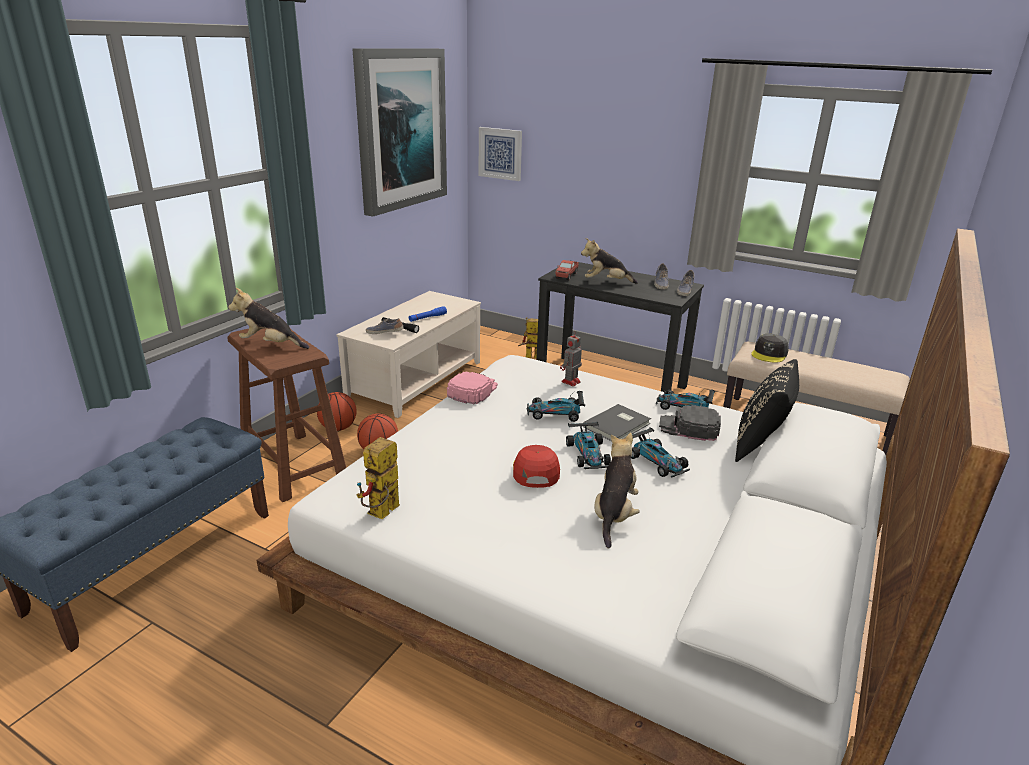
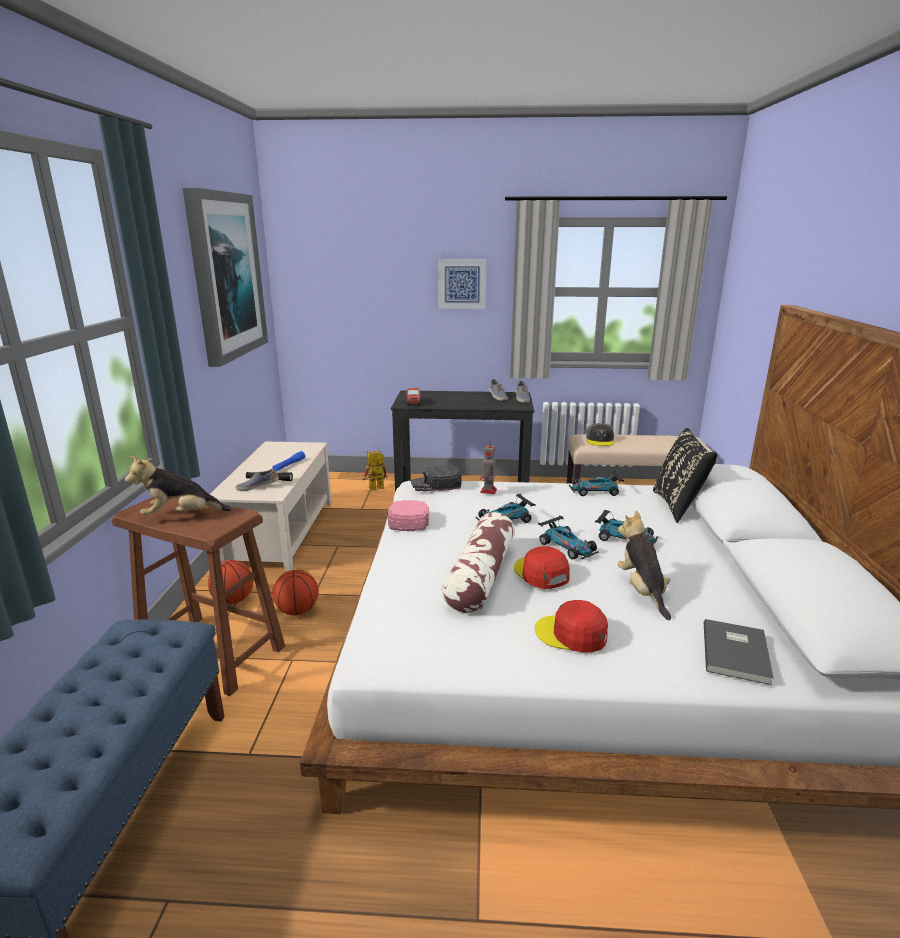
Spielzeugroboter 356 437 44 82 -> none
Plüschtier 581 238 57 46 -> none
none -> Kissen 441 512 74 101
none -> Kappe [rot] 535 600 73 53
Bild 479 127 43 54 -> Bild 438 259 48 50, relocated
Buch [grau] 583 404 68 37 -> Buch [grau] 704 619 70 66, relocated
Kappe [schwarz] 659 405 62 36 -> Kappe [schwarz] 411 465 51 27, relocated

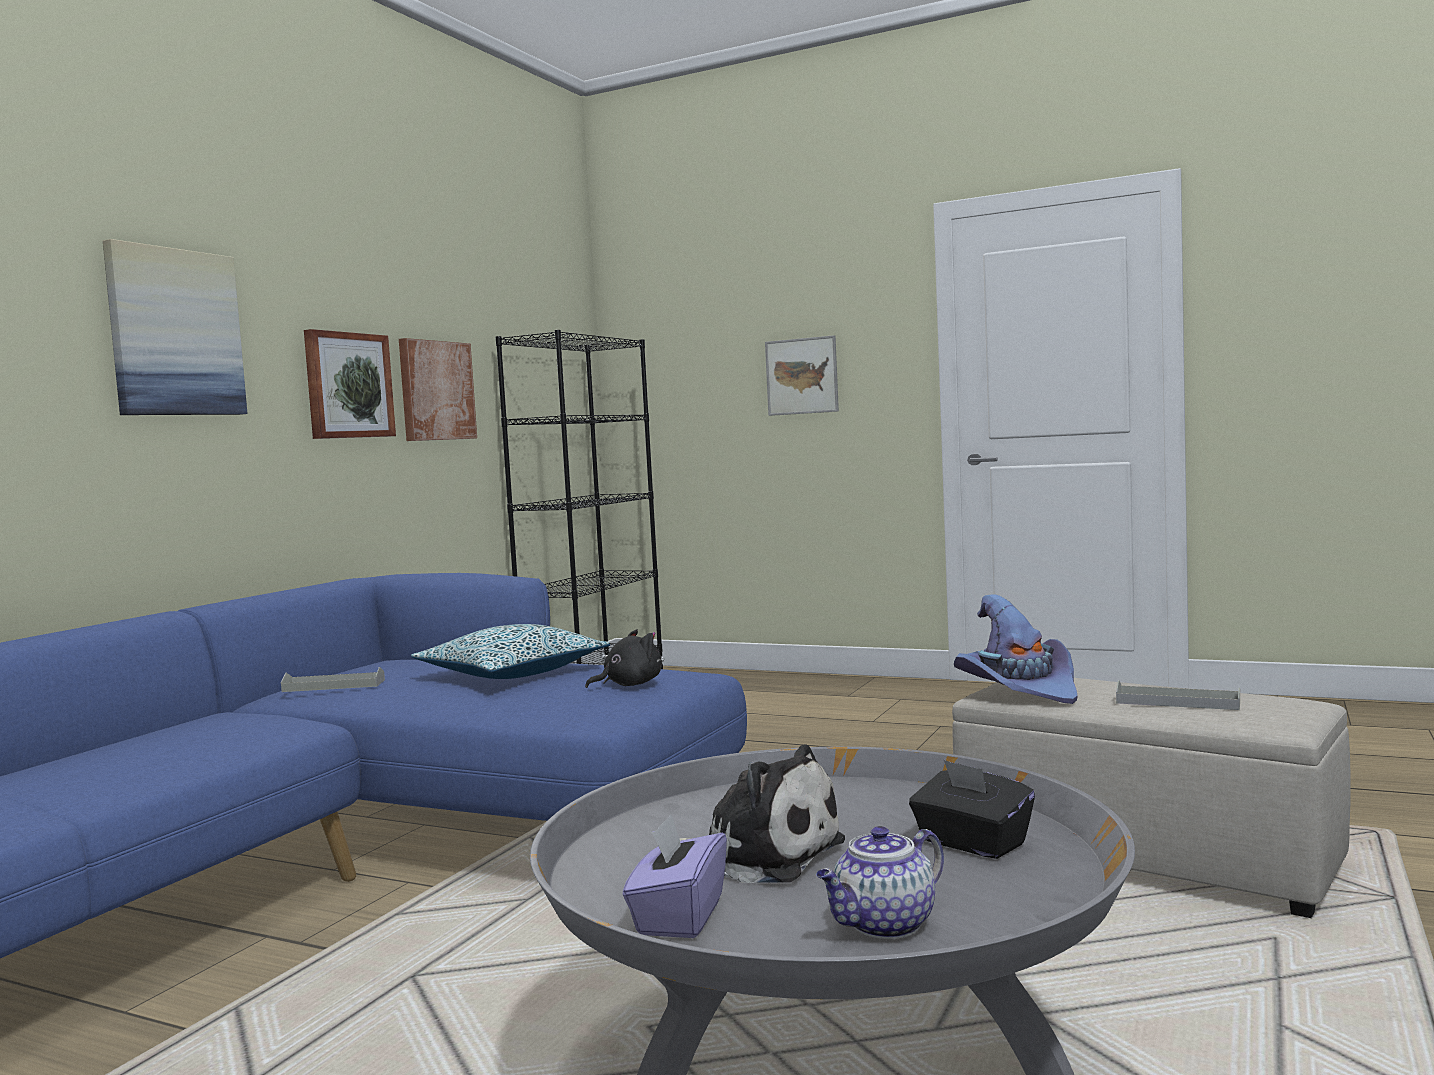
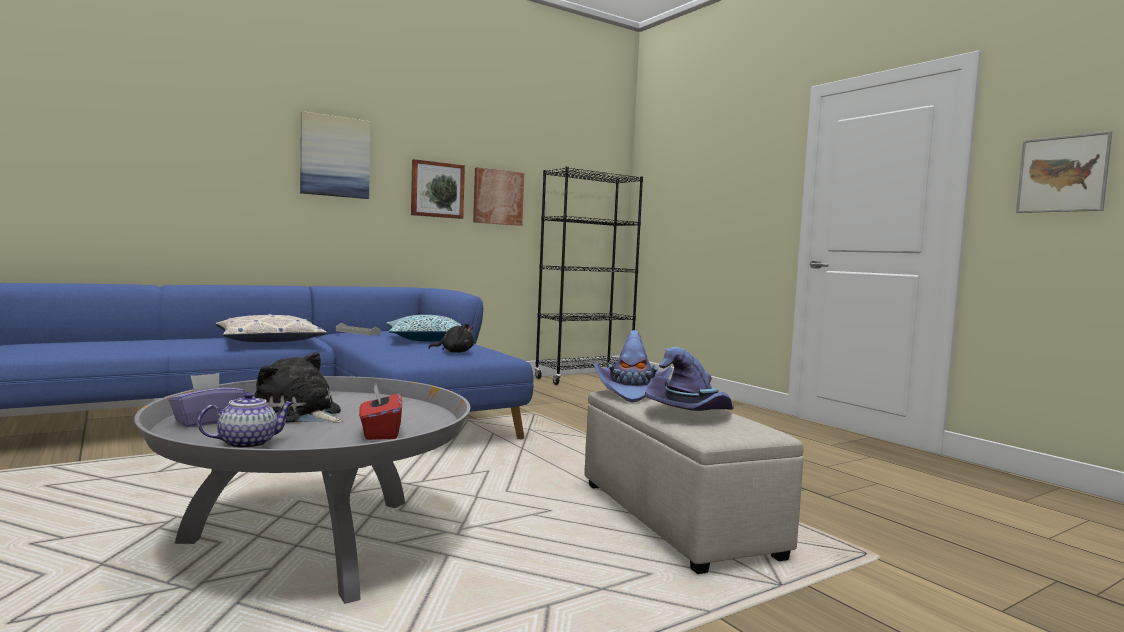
none -> Kissen 216 314 110 28
Bild 765 335 74 81 -> Bild 1016 131 96 82, relocated
Tablett [grau] 1116 680 124 30 -> Hut [lila] 645 347 89 64
Taschentuchbox [schwarz] 909 760 126 99 -> Taschentuchbox [rot] 359 384 43 56
Plüschtier 679 744 166 139 -> Plüschtier 254 352 90 71, 150 degrees clockwise
Teekanne 816 826 128 113 -> Teekanne 198 392 96 56, 150 degrees clockwise

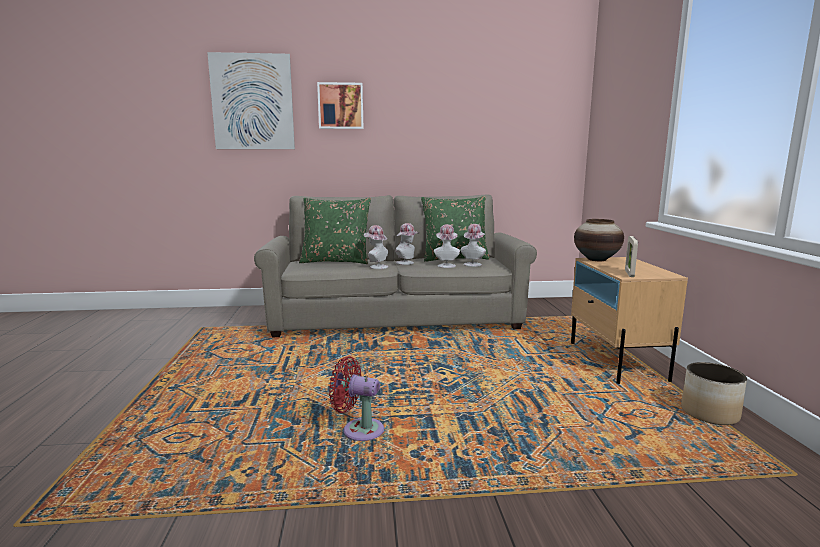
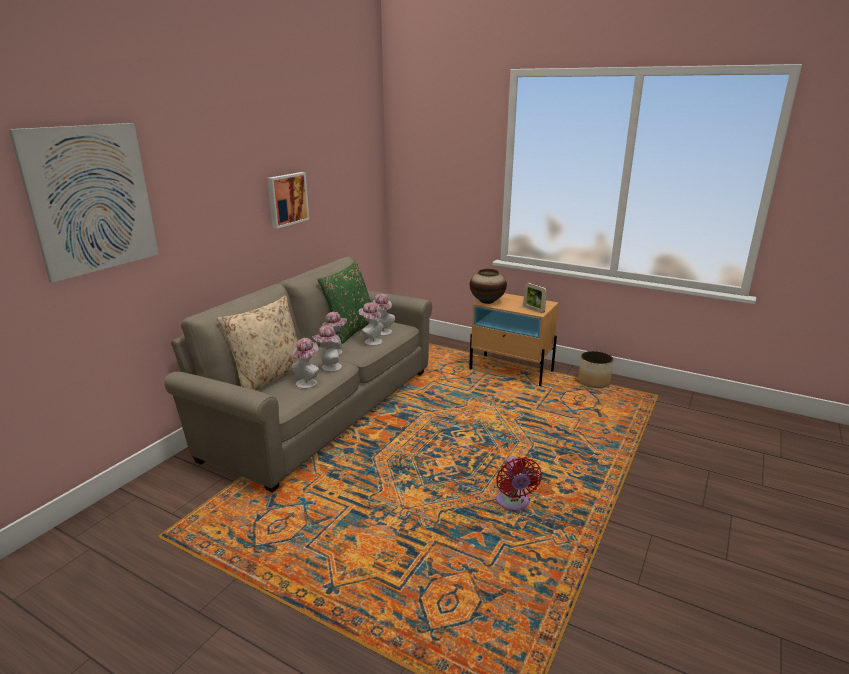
none -> Hut 291 338 28 51
Bild 317 82 46 47 -> Bild 267 172 42 57, relocated
Kissen [grün] 299 198 72 66 -> Kissen [beige] 217 295 82 96
Ventilator [rot] 329 356 55 85 -> Ventilator [rot] 496 456 46 55, 60 degrees counterclockwise

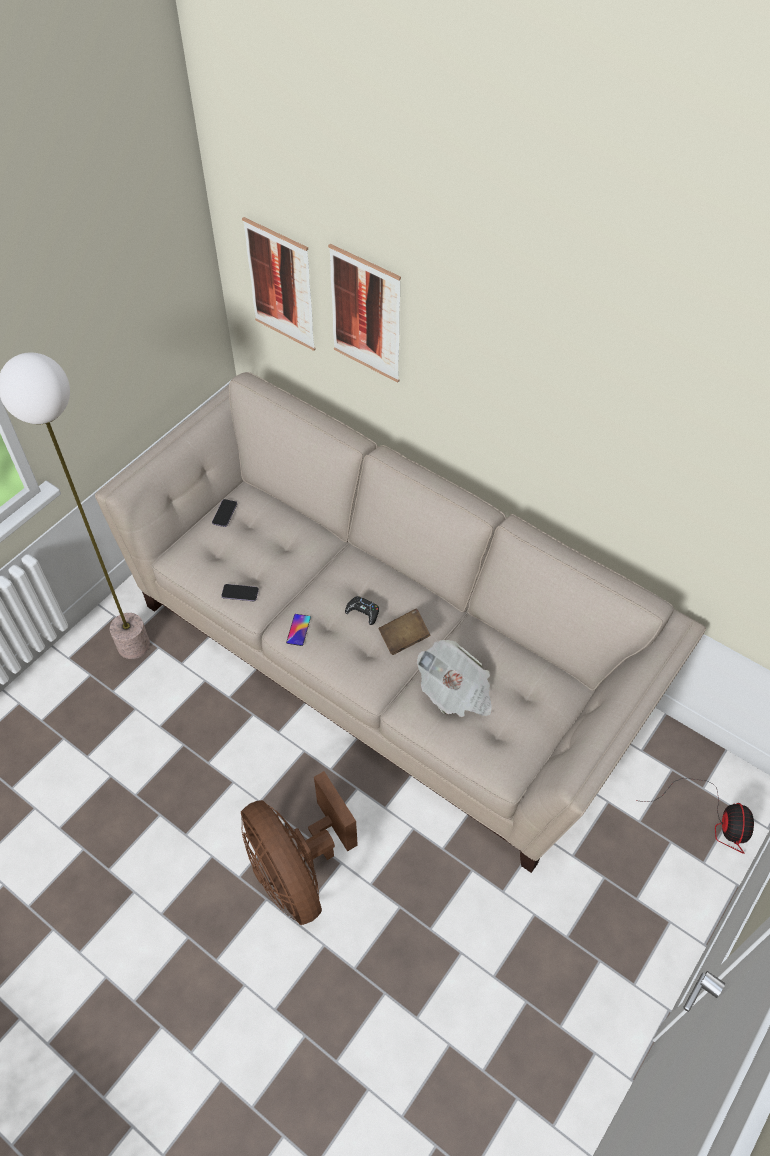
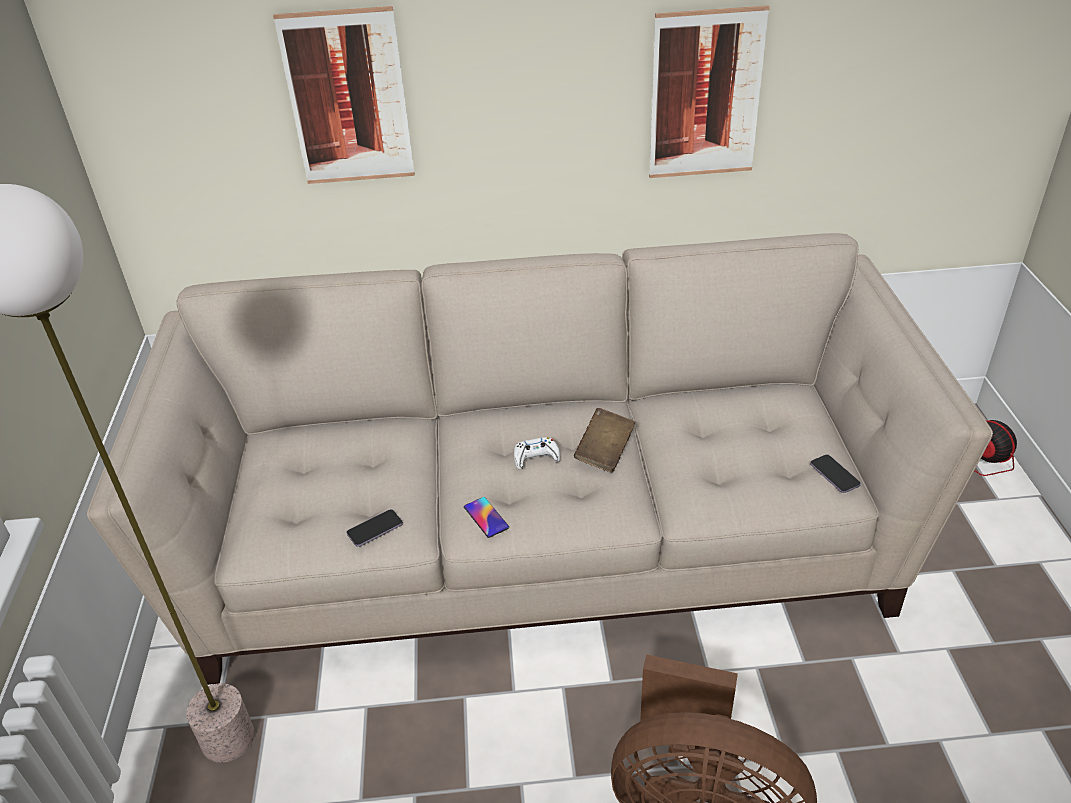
Zeitung 417 640 75 77 -> none
Handy 212 499 25 28 -> Handy 810 455 51 38, relocated
Bild 242 217 74 134 -> Bild 649 5 121 173, relocated
Gamepad [schwarz] 345 596 34 29 -> Gamepad [weiß] 514 437 46 32

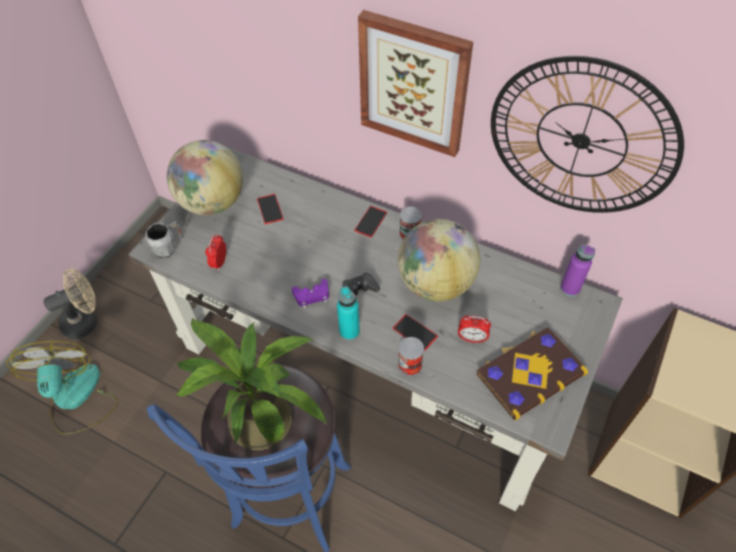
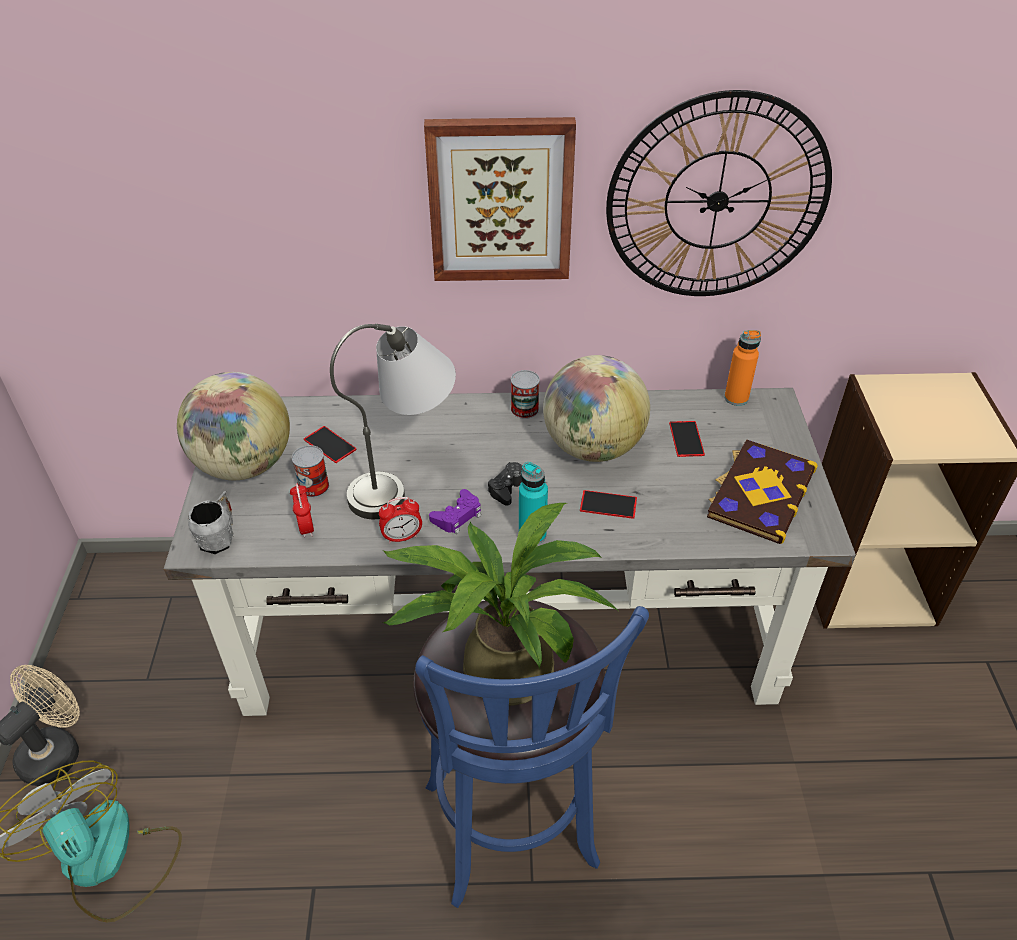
none -> Tischlampe [grau] 330 324 126 195
Handy 354 206 33 31 -> Handy 669 421 36 36, relocated
Dose 398 337 26 39 -> Dose 292 445 37 53, relocated
Wecker 458 316 33 27 -> Wecker 379 497 43 47, relocated
Flasche [lila] 560 245 35 51 -> Flasche [orange] 724 330 37 76

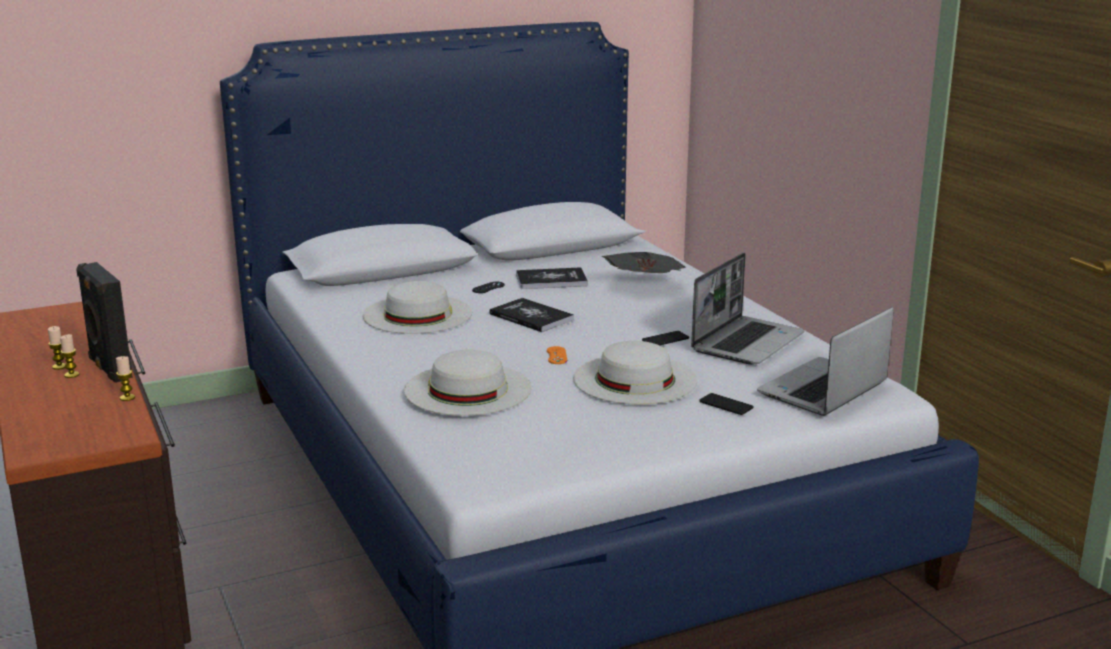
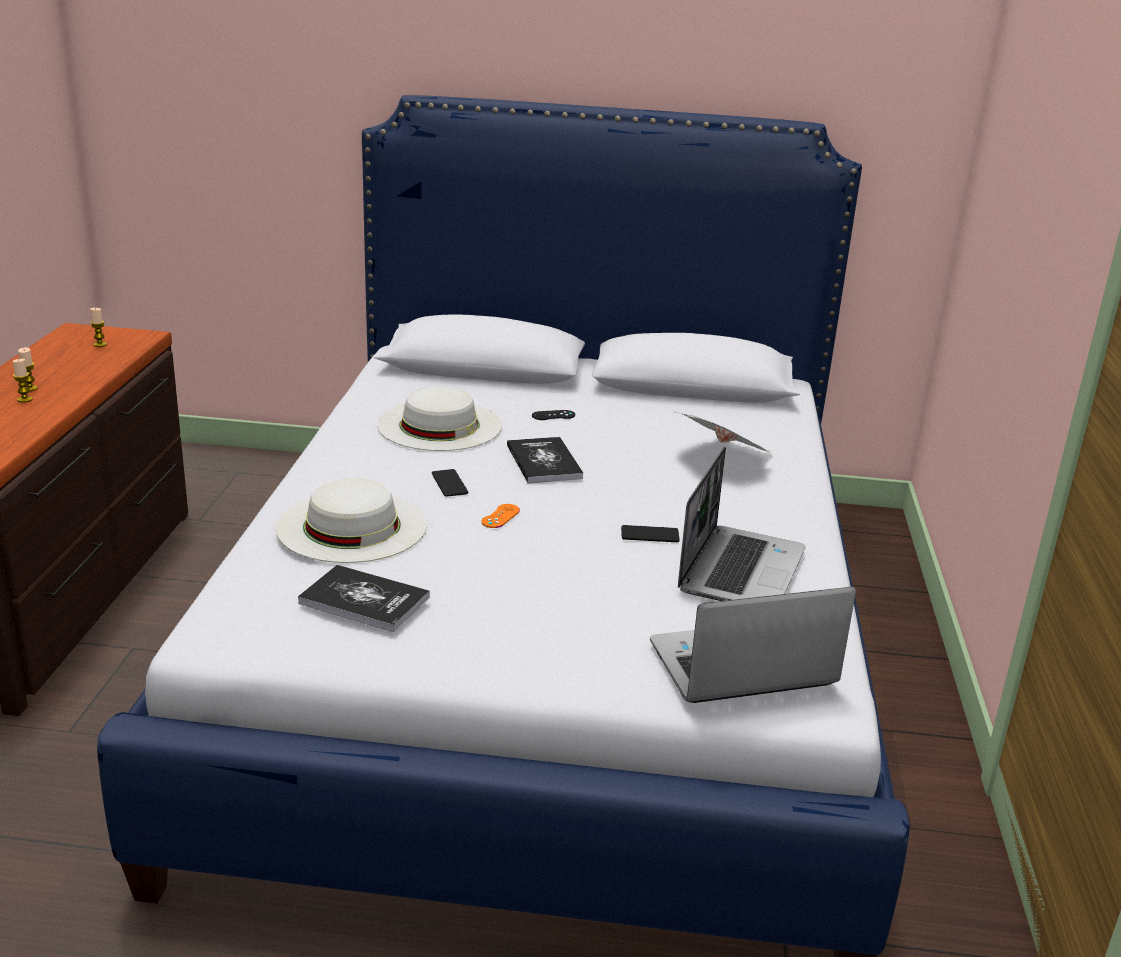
Lautsprecher [schwarz] 76 262 57 121 -> none
Hut [weiß] 573 341 124 64 -> none
Kerze 116 356 19 45 -> Kerze 90 308 17 39, relocated
Buch 516 267 72 22 -> Buch 298 565 132 67, relocated
Handy 699 393 55 22 -> Handy 432 469 37 28, relocated
Laptop 691 253 114 112 -> Laptop 678 446 128 155, 45 degrees counterclockwise

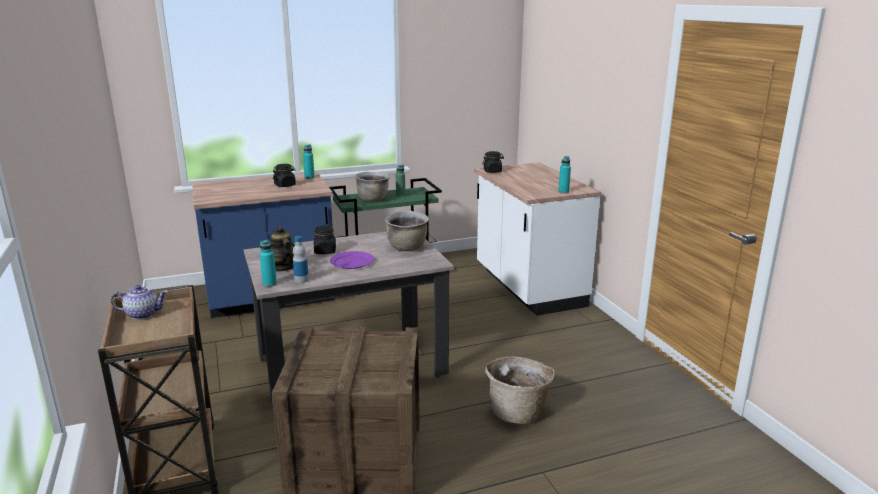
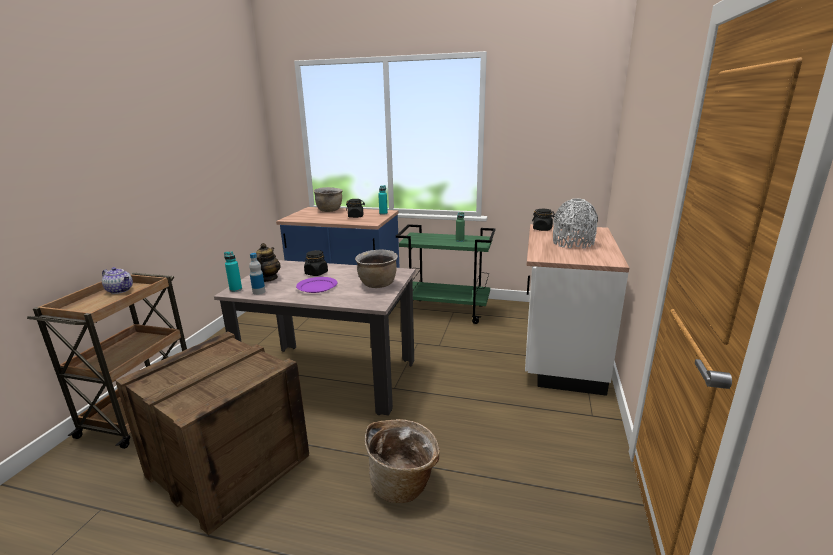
Flasche [türkis] 558 156 13 37 -> none
none -> Vase [grau] 553 199 45 50
Kochtopf [braun] 355 172 35 30 -> Kochtopf [braun] 314 187 28 25, relocated

